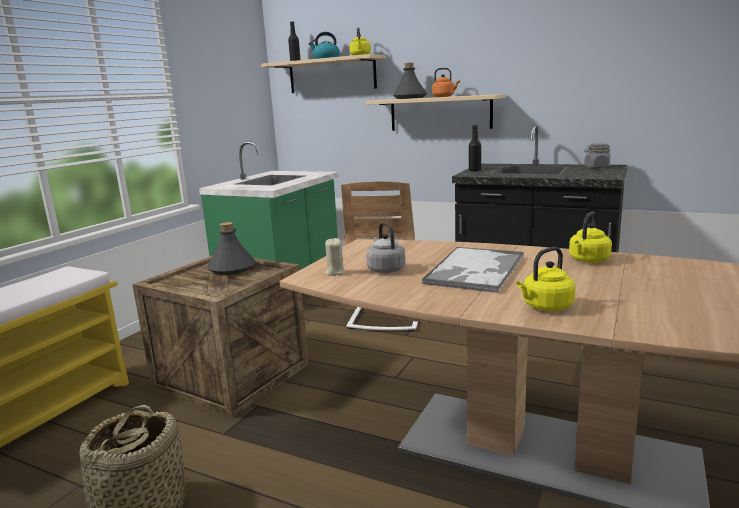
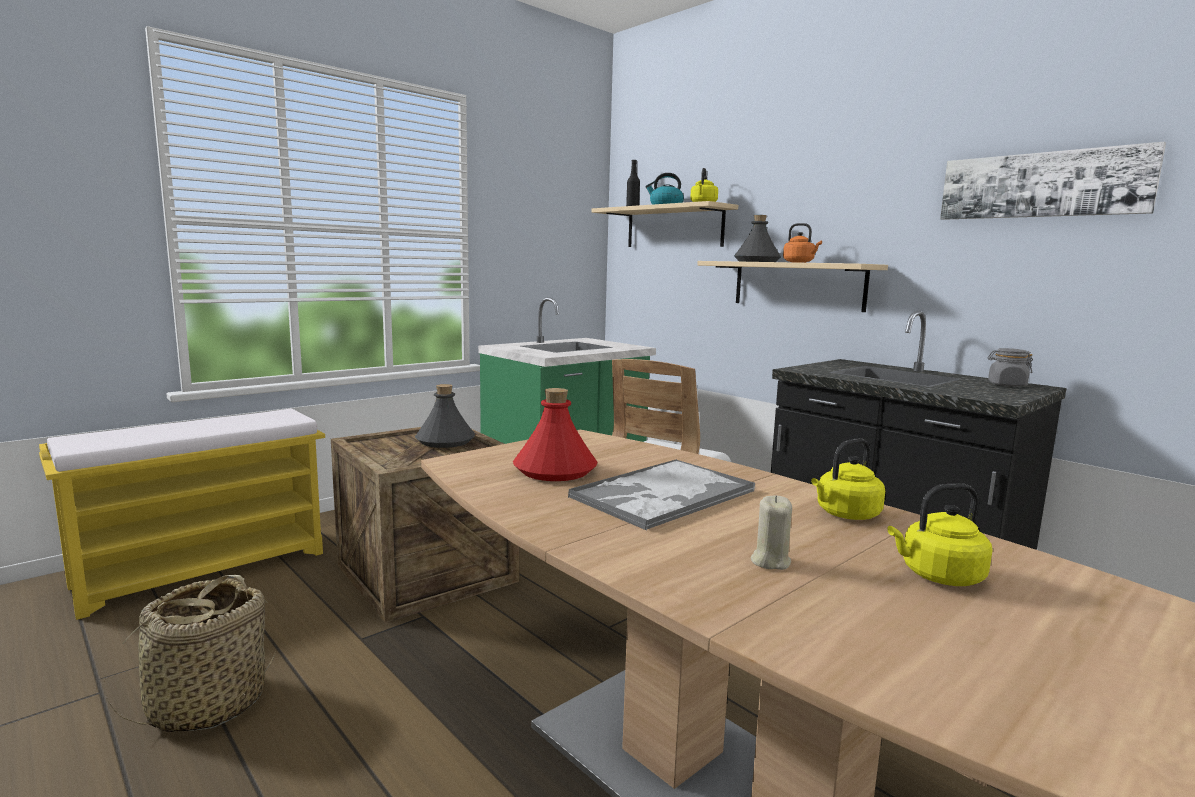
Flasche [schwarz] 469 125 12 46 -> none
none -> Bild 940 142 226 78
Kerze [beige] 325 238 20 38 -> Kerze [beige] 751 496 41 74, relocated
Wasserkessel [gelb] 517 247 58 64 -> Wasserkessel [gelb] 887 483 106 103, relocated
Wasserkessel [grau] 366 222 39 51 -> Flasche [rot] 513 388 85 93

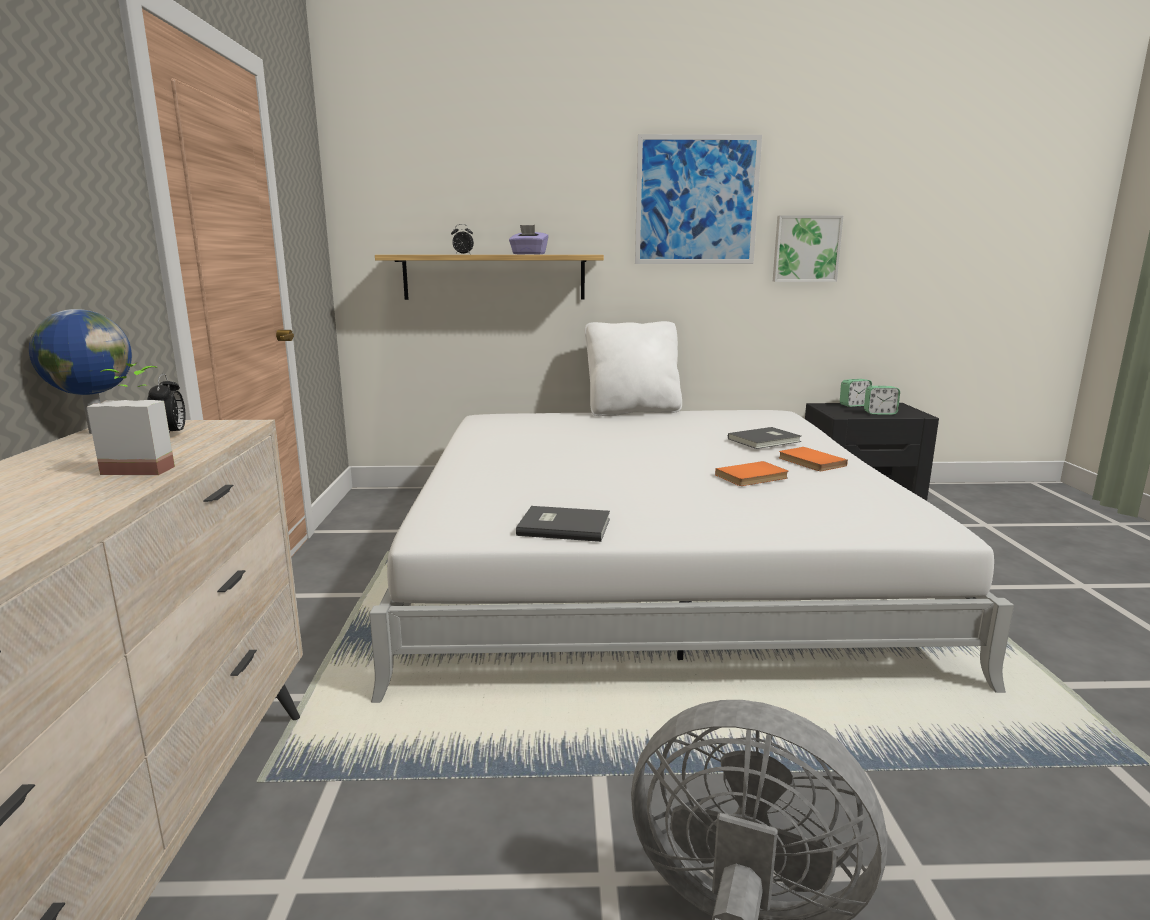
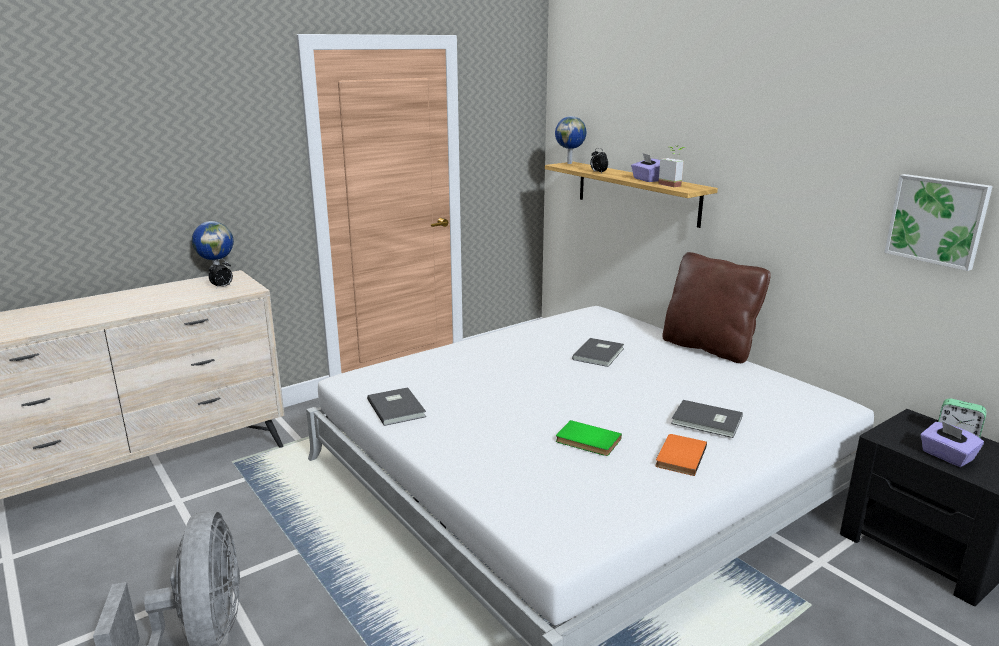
Bild 635 134 127 130 -> none
none -> Globus 555 116 31 48
none -> Buch [grau] 572 338 52 29
Topfpflanze 87 363 88 112 -> Topfpflanze 658 145 27 42, relocated
Wecker 864 386 36 29 -> Taschentuchbox [lila] 920 421 64 46
Kissen [weiß] 585 321 97 95 -> Kissen [braun] 662 252 109 111
Buch [orange] 715 461 74 25 -> Buch [grün] 556 420 66 36

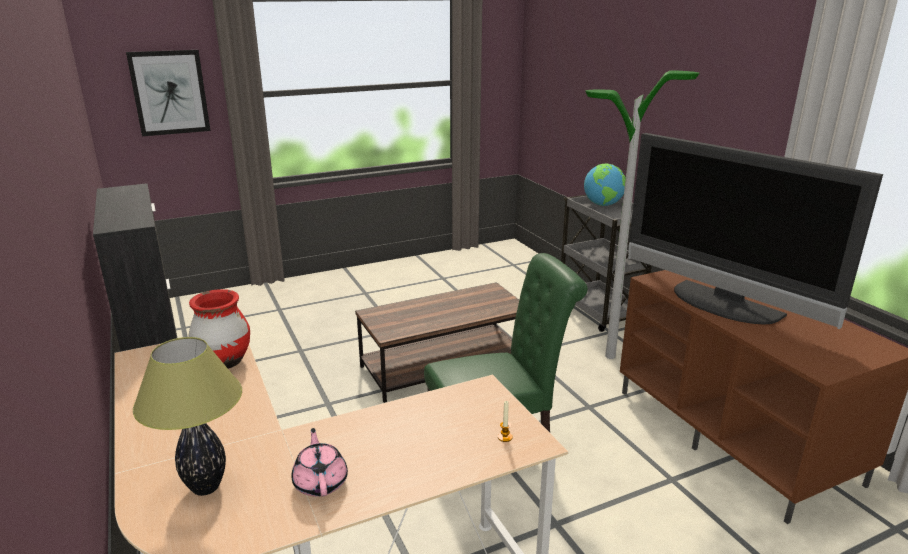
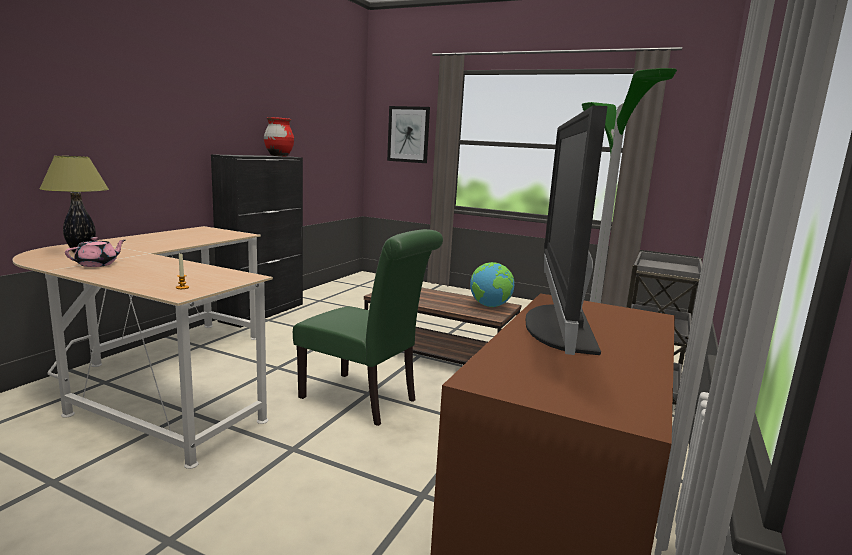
Vase [rot] 188 289 62 80 -> Vase [rot] 264 117 30 39, relocated
Globus 584 164 42 42 -> Globus 470 262 44 45, relocated

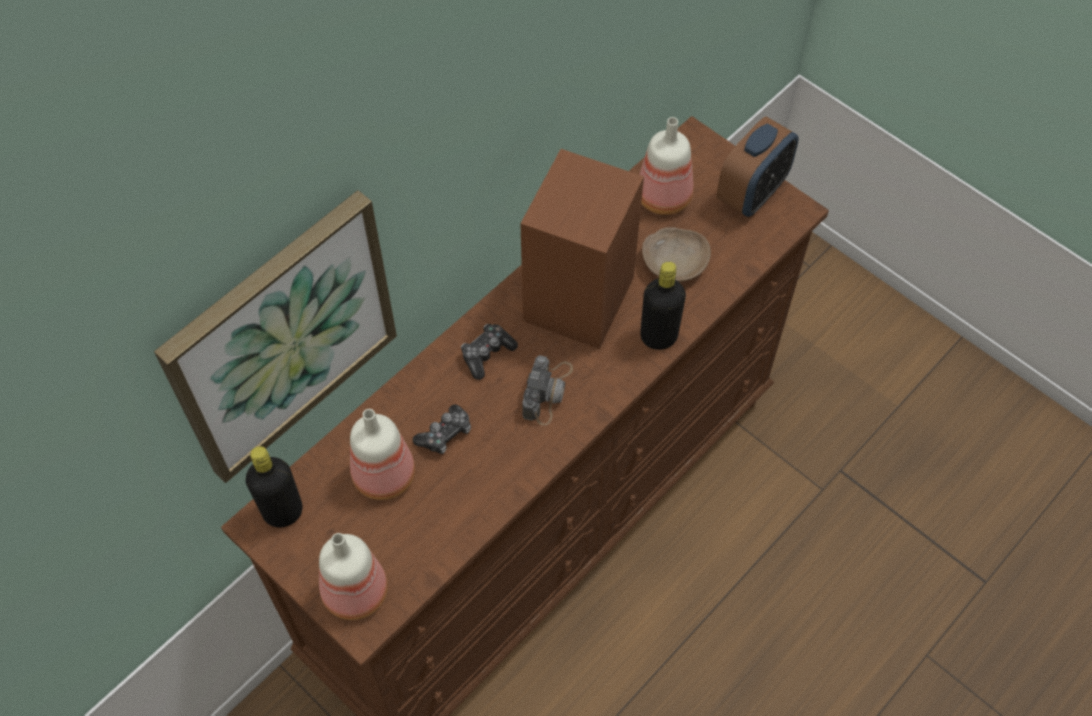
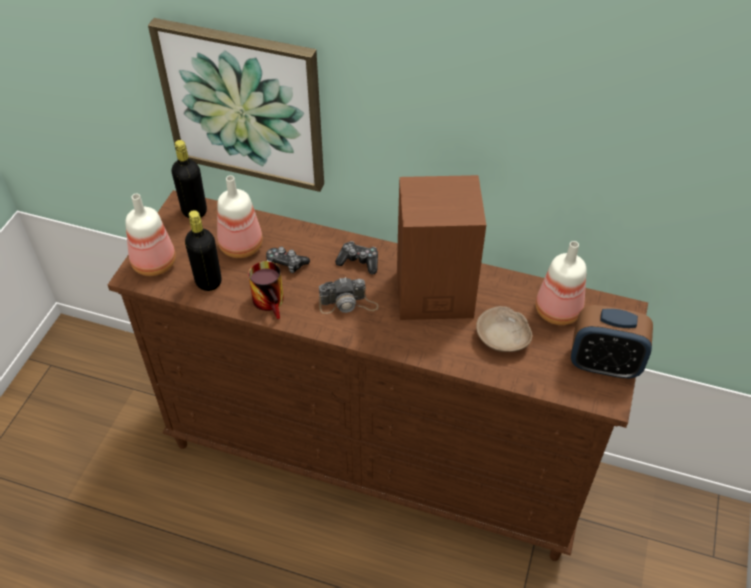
none -> Henkelbecher 248 261 36 58
Flasche [schwarz] 640 262 46 88 -> Flasche [schwarz] 185 210 37 81, relocated

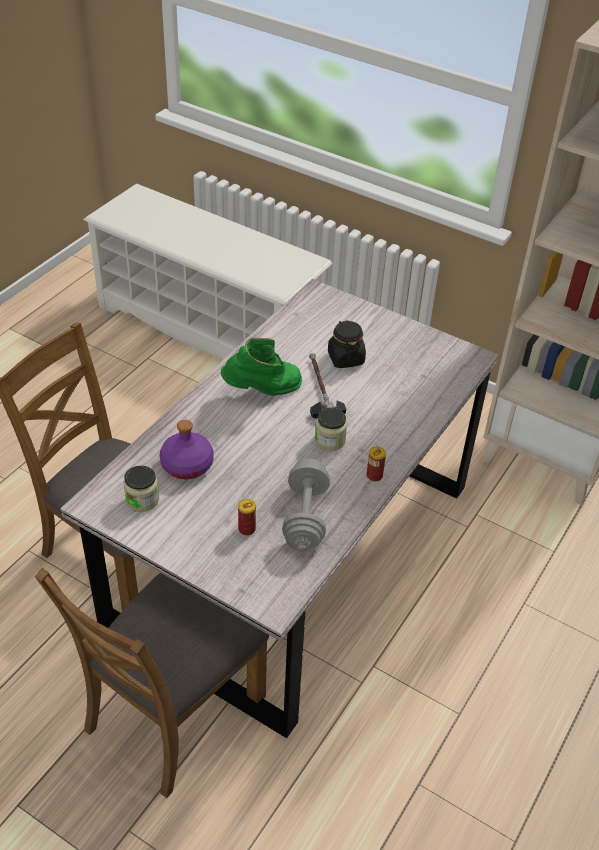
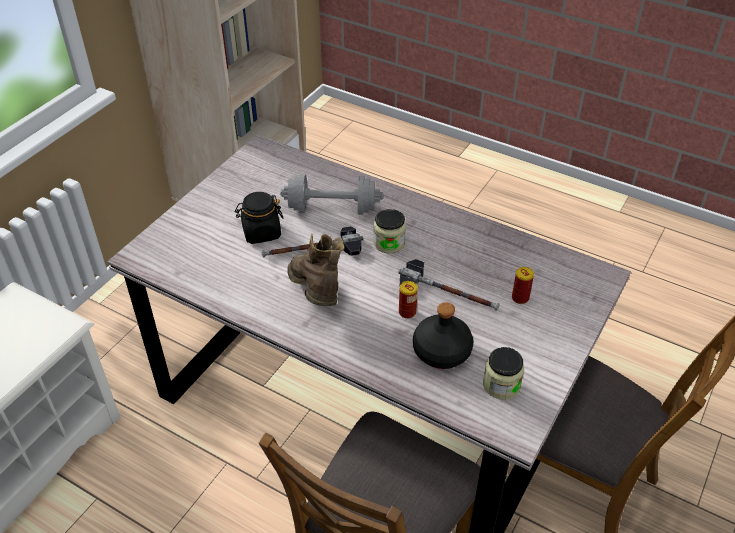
none -> Hammer 398 259 102 52
Hantel [grau] 282 459 48 93 -> Hantel [grau] 280 174 104 41, relocated
Dose 367 446 19 36 -> Dose 399 281 19 38, relocated
Flasche [lila] 160 420 54 59 -> Flasche [schwarz] 413 302 60 67
Stiefel [grün] 221 338 81 58 -> Stiefel [braun] 287 234 58 72

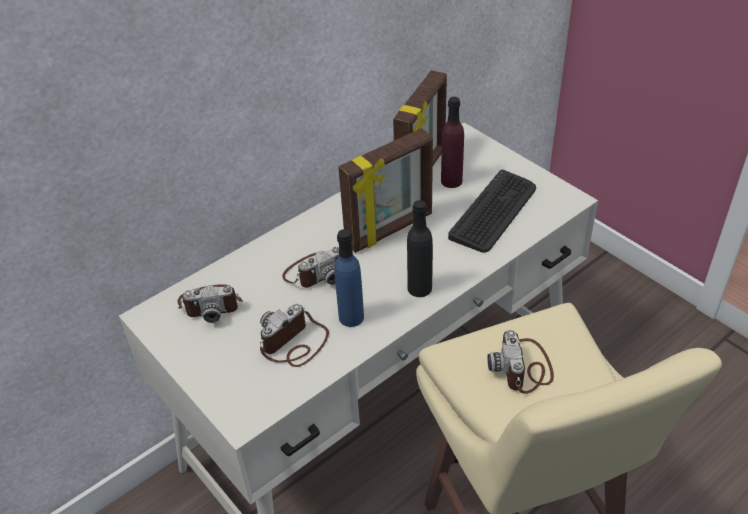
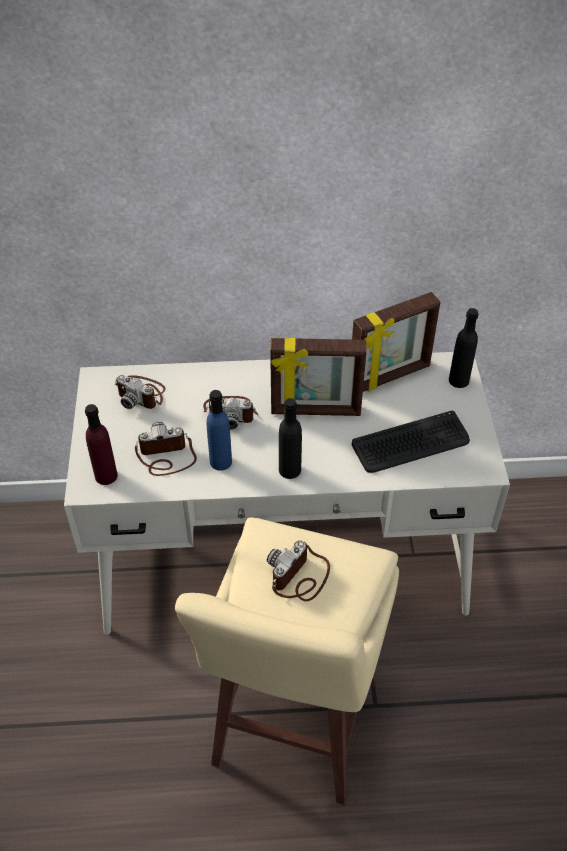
none -> Flasche [schwarz] 449 308 29 80
Flasche [lila] 441 97 23 91 -> Flasche [lila] 85 404 33 81, relocated

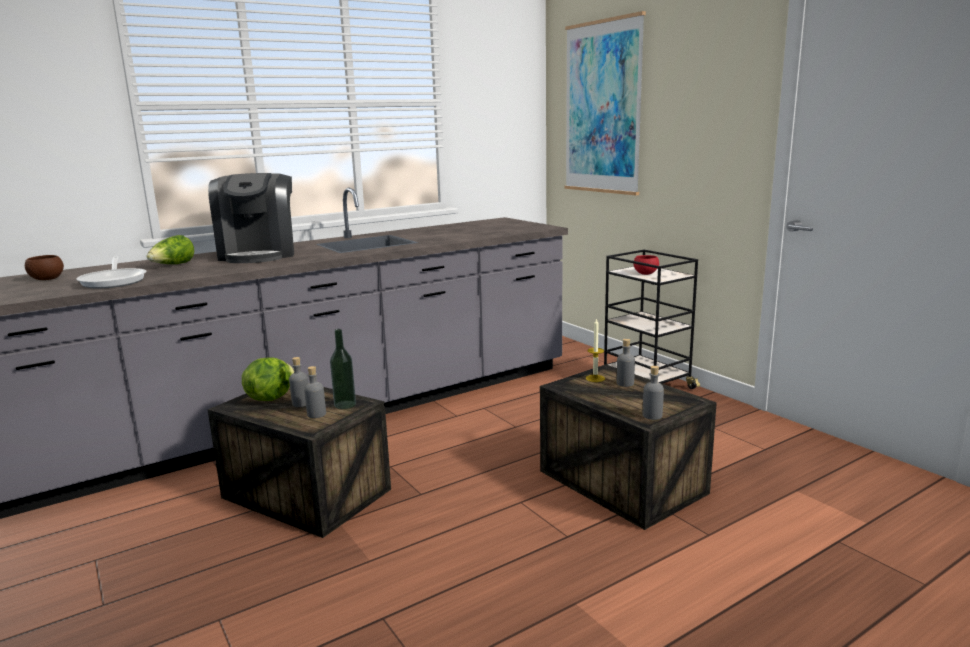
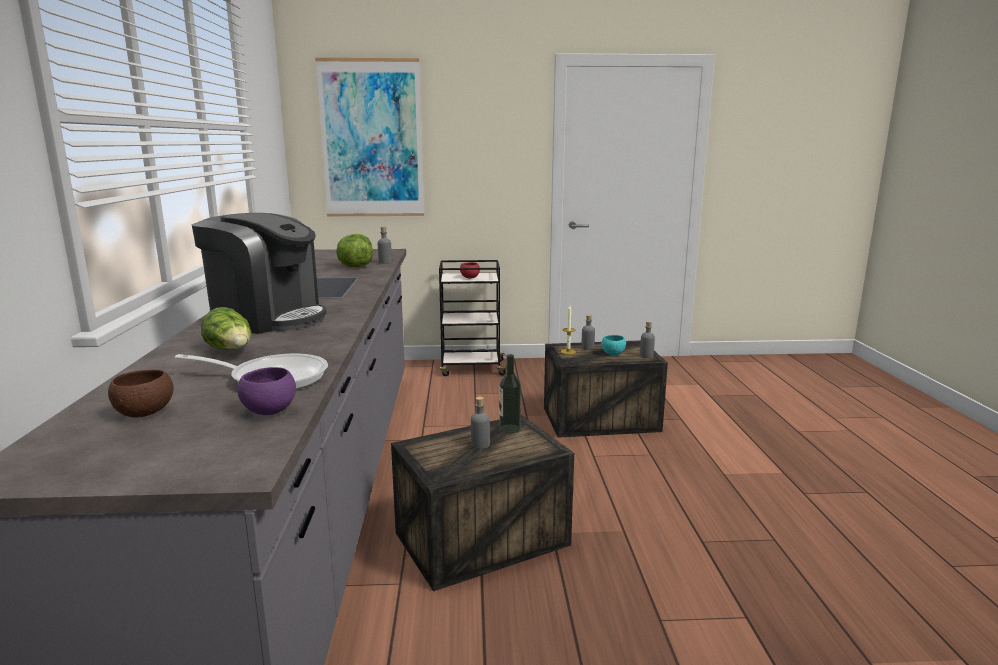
none -> Schüssel [lila] 237 367 59 48
none -> Schüssel [türkis] 601 335 25 21
Salatkopf 242 358 52 43 -> Salatkopf 336 234 37 33, relocated
Flasche [grau] 304 366 22 52 -> Flasche [grau] 378 227 14 37, relocated

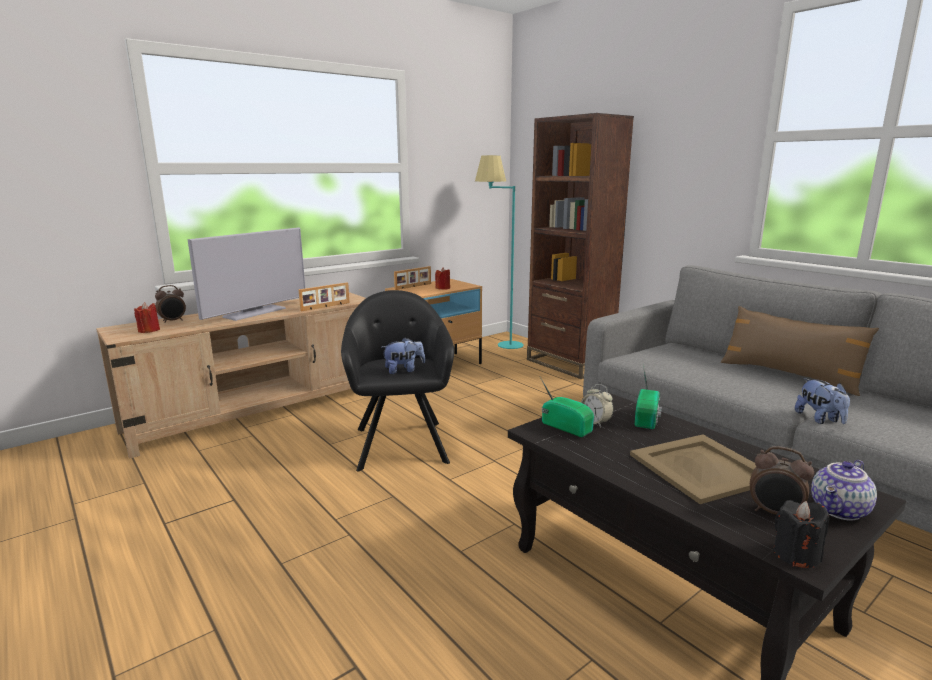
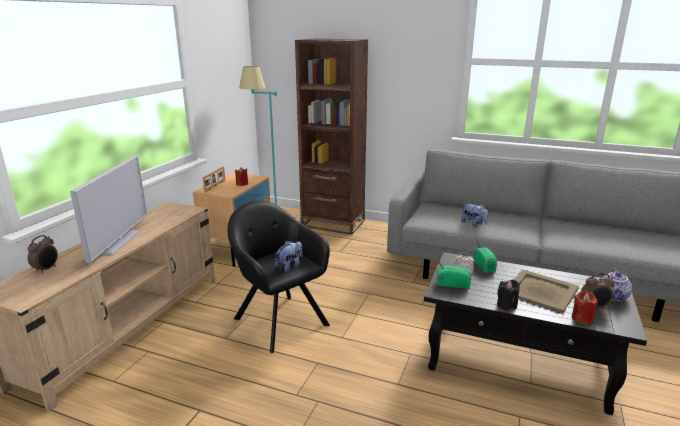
Bilderrahmen 299 282 50 29 -> none
Kissen [braun] 721 306 158 90 -> none
Kerze [rot] 134 302 26 31 -> Kerze [rot] 572 291 26 33, relocated
Kerze [schwarz] 773 500 56 68 -> Kerze [schwarz] 497 280 23 31, relocated
Plüschtier 795 378 55 46 -> Plüschtier 461 204 27 23, relocated

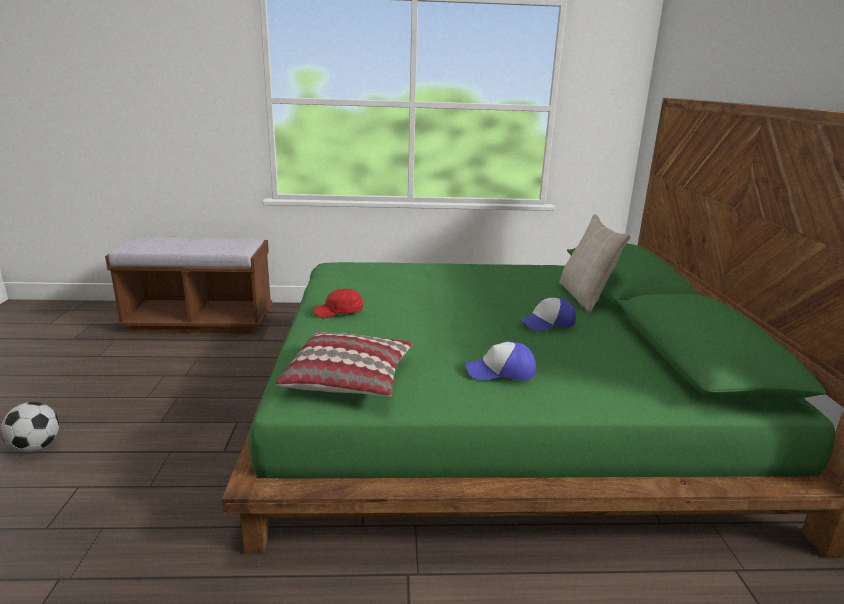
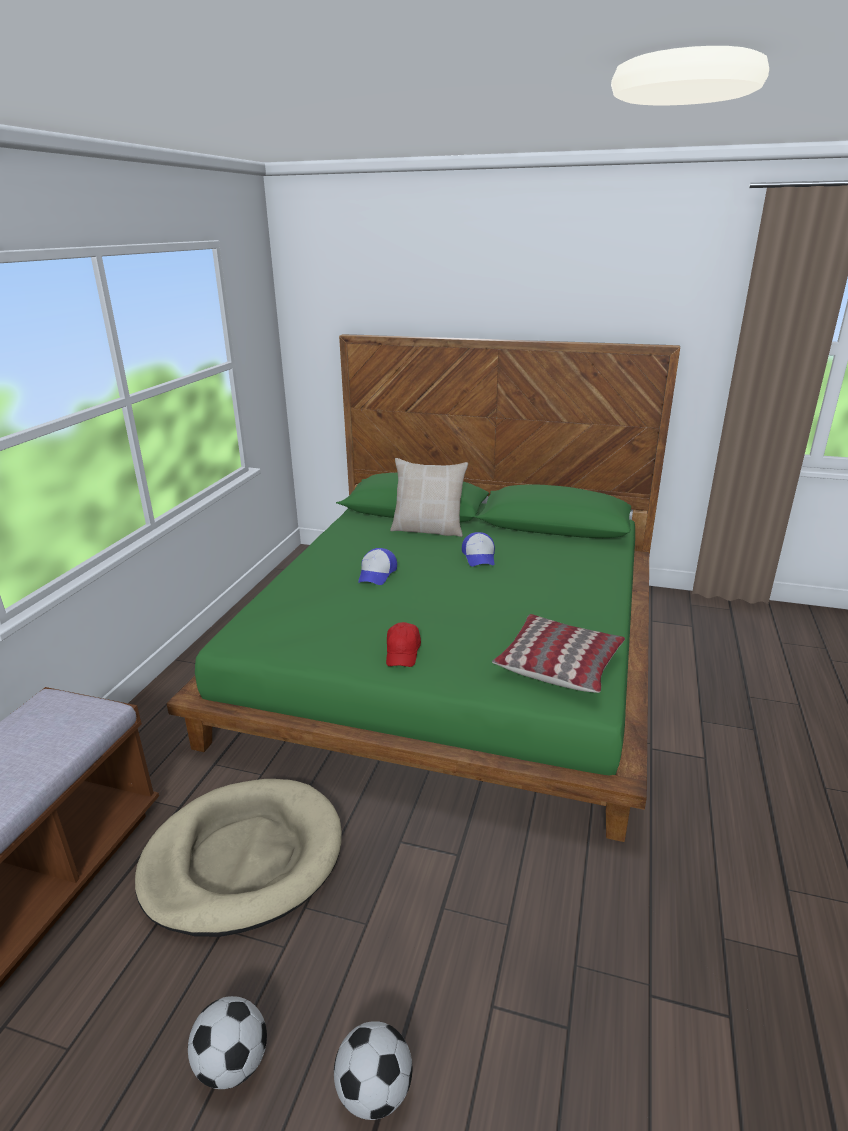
none -> Hundebett [beige] 135 779 207 158
none -> Fußball 188 996 79 93
Kappe 465 342 71 39 -> Kappe 358 548 39 37, relocated

